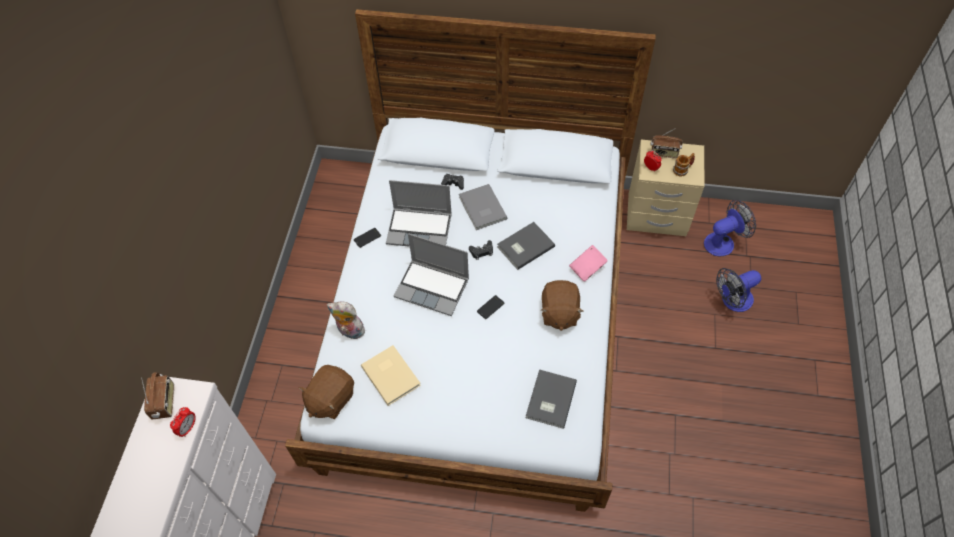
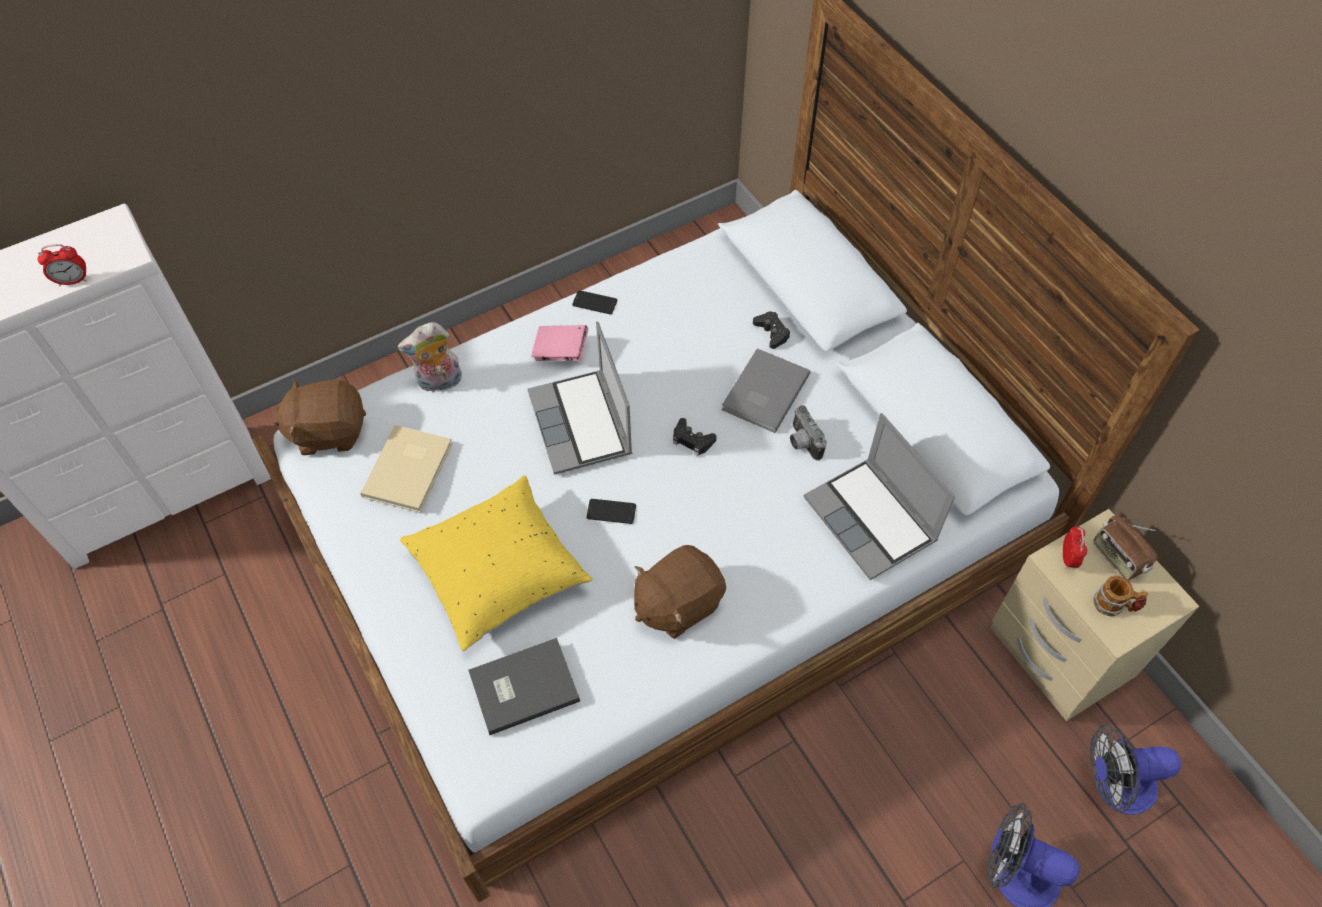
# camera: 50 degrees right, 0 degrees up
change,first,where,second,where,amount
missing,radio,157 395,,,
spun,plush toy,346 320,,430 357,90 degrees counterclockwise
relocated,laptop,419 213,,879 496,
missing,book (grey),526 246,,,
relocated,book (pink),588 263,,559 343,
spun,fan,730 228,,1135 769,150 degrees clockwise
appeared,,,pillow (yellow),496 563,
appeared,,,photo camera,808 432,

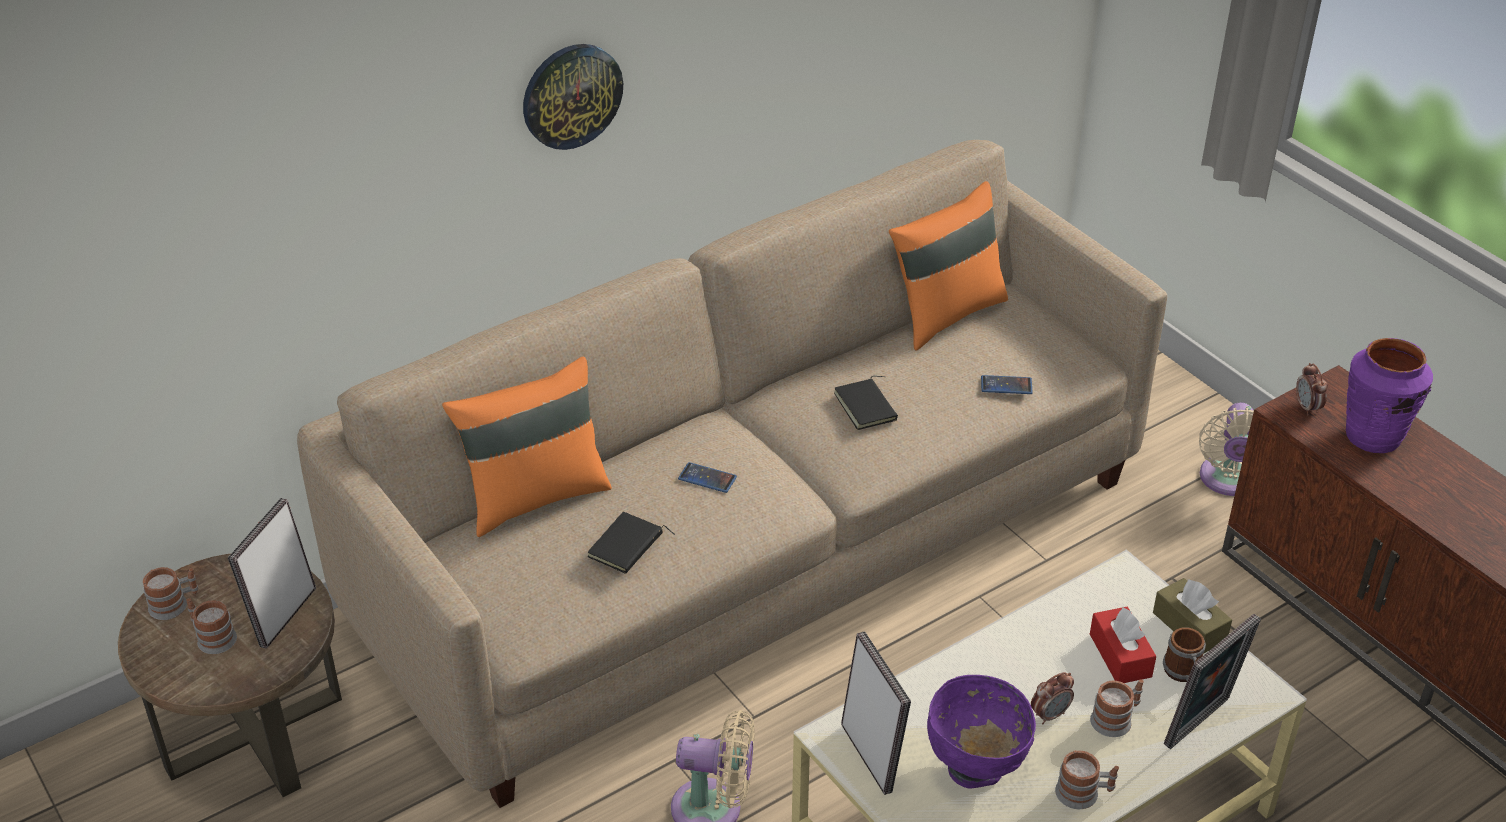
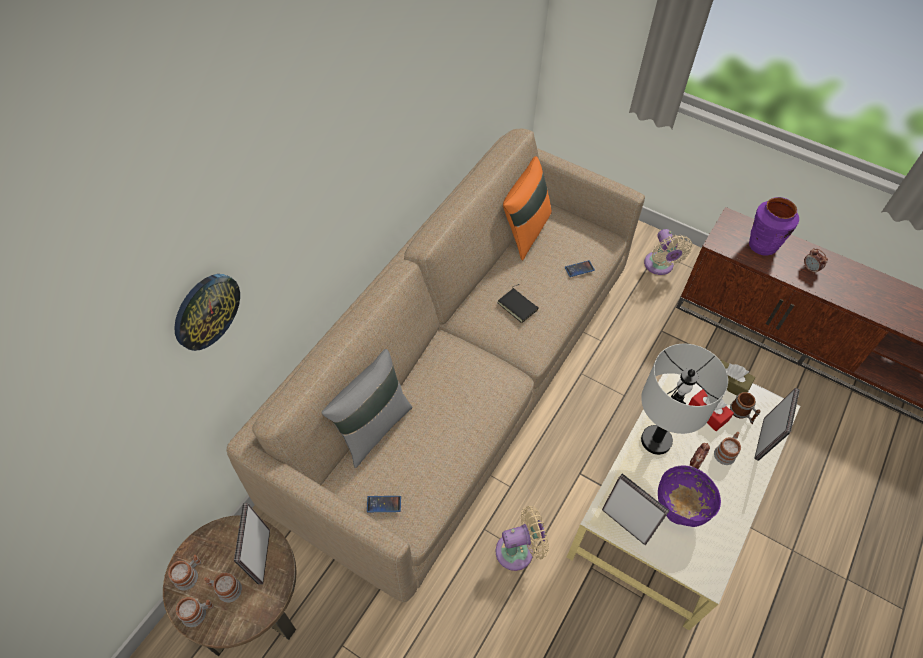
# camera: 25 degrees left, 15 degrees up
change,first,where,second,where,amount
colour,pillow (orange),527 447,pillow (grey),367 408,
relocated,wall clock,573 97,,207 312,
missing,book (black),631 543,,,
relocated,phone,707 477,,384 504,
relocated,mug,1087 779,,194 612,
relocated,alarm clock,1312 389,,816 261,
appeared,,,table lamp (grey),684 399,

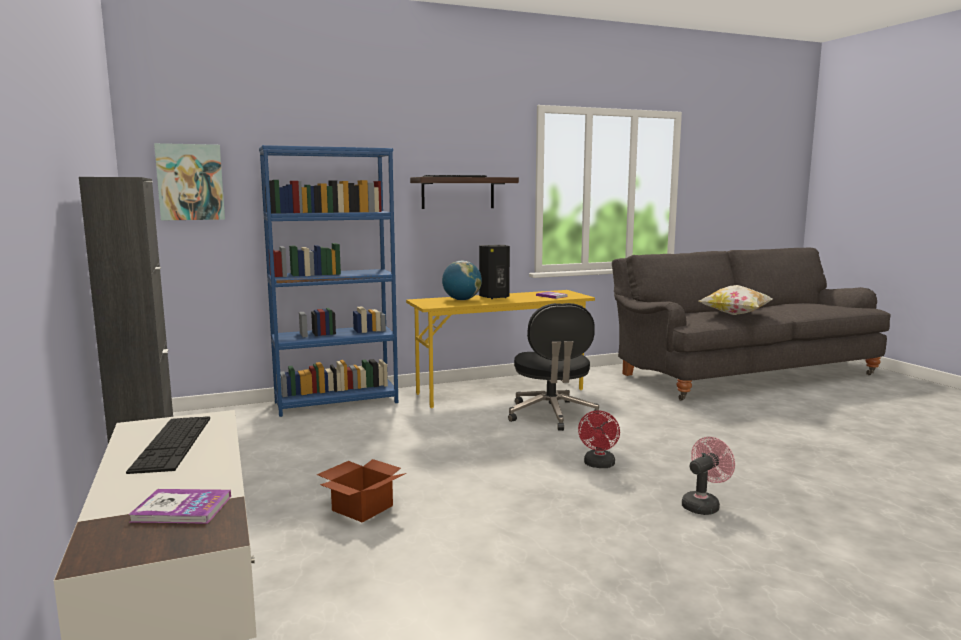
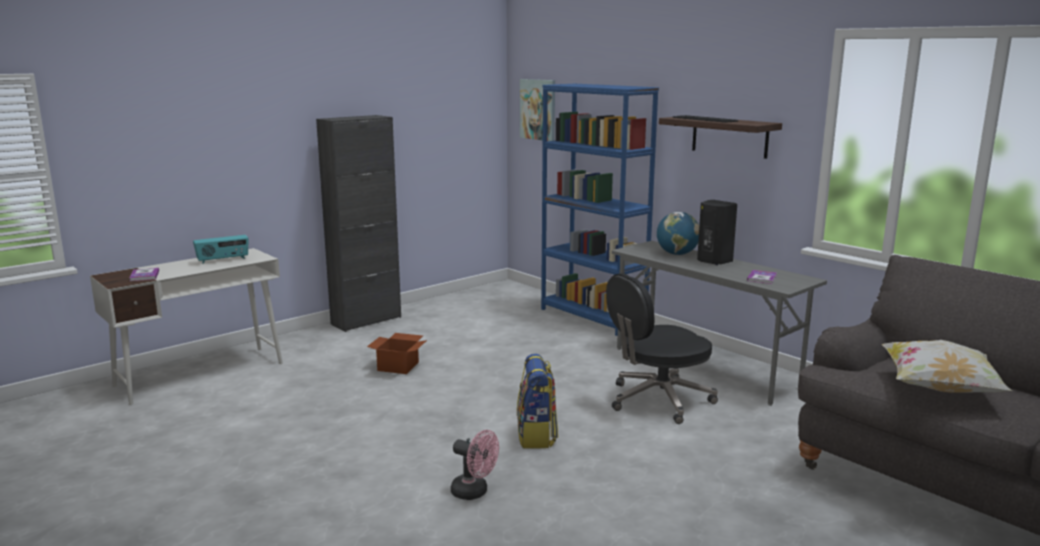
# camera: 70 degrees right, 5 degrees up
change,first,where,second,where,amount
exchanged,keyboard,168 445,radio,220 249,
colour,desk (yellow),500 349,desk (grey),719 323,
exchanged,fan (red),599 439,backpack,537 401,

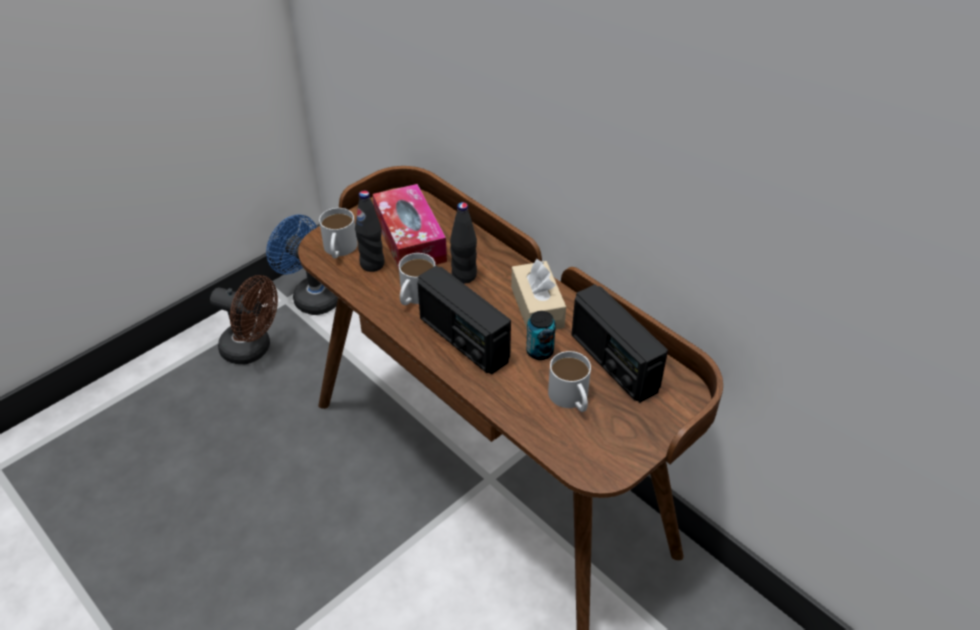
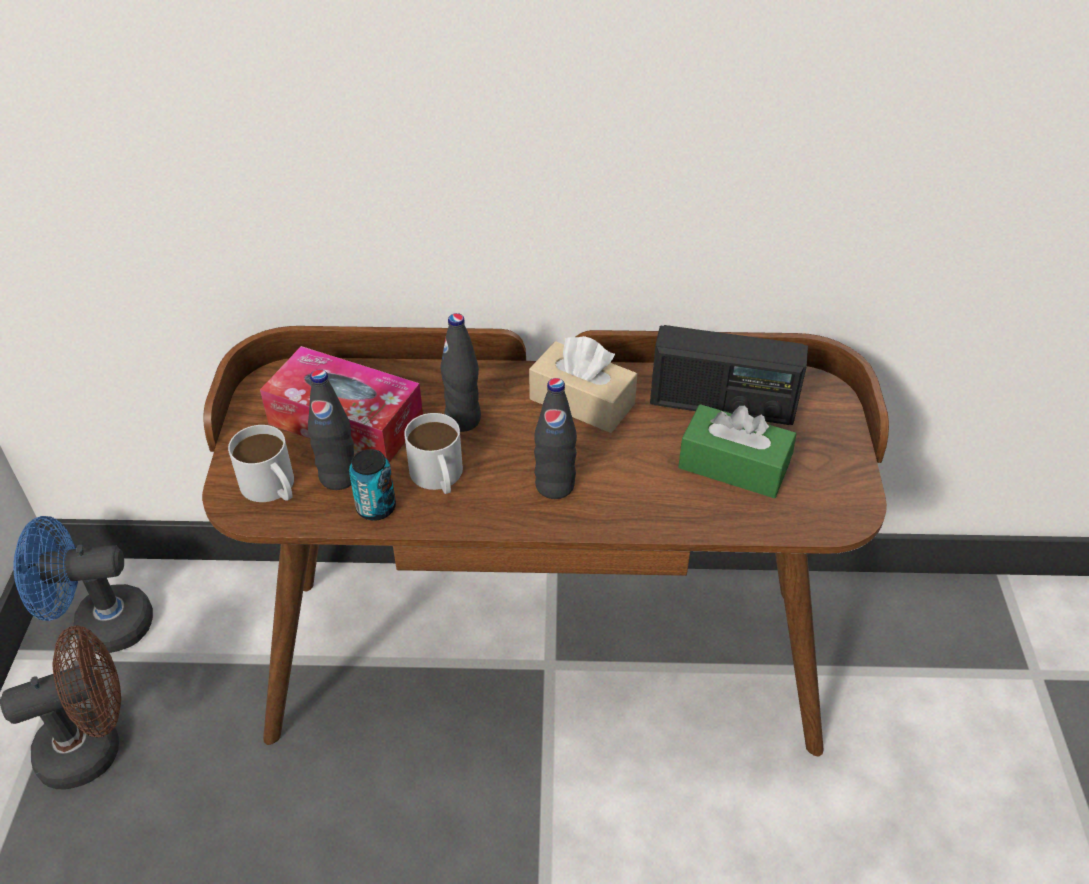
# camera: 45 degrees left, 0 degrees up
change,first,where,second,where,amount
exchanged,radio,464 320,bottle (black),555 438,
relocated,can,541 335,,372 485,
exchanged,mug (white),569 381,tissue box (green),737 451,

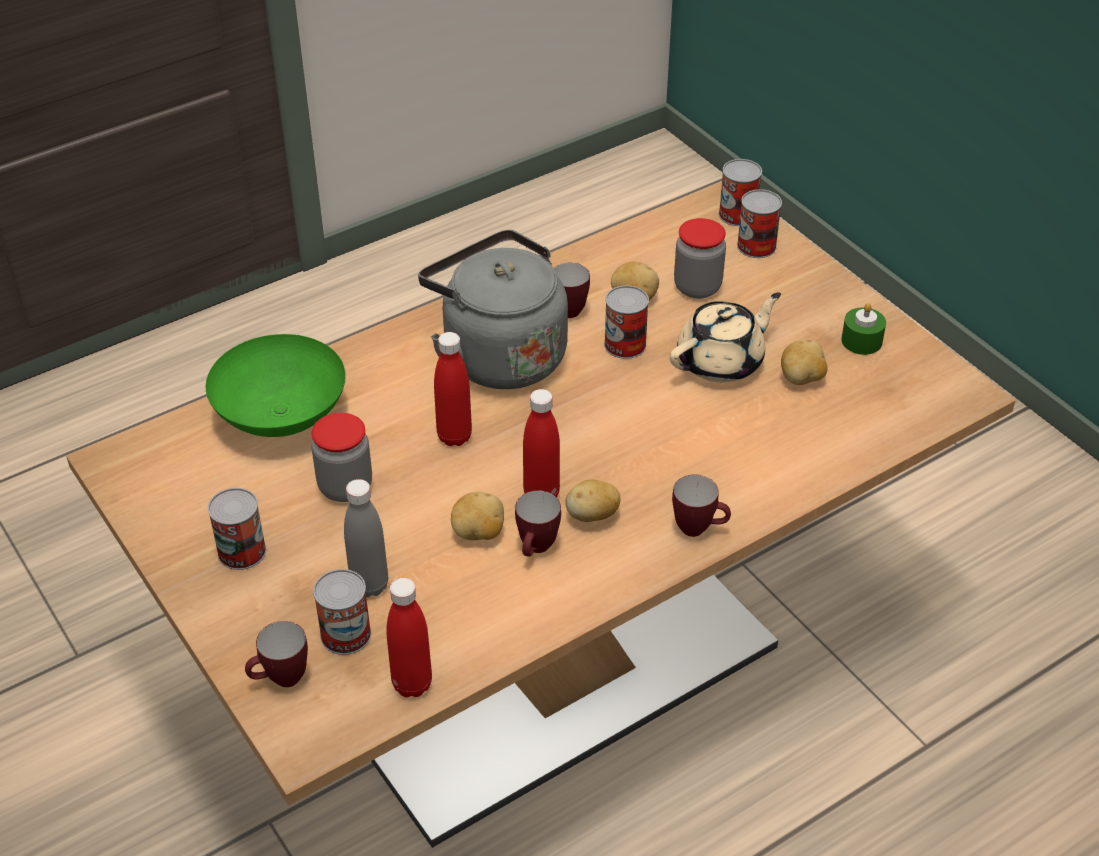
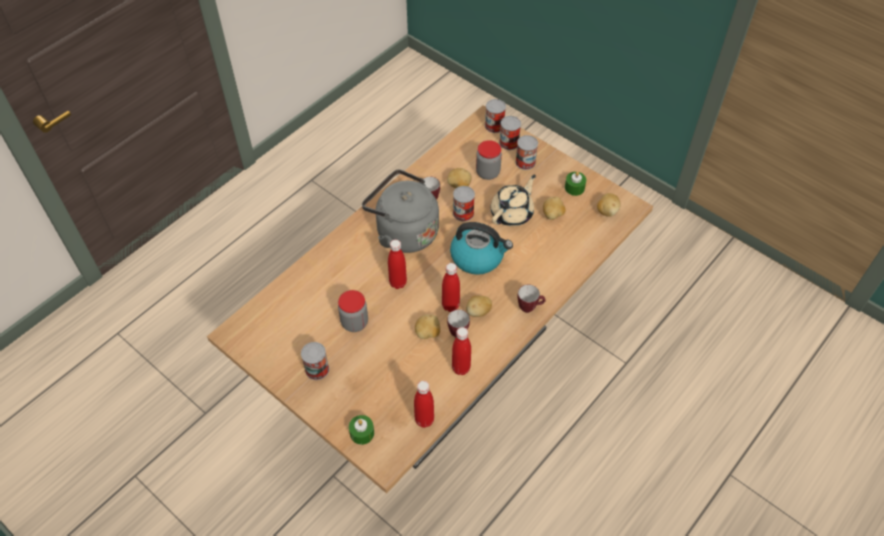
# camera: 15 degrees left, 10 degrees up
change,first,where,second,where,amount
missing,bowl (green),276 385,,,
exchanged,mug,276 654,candle (green),361 430,
relocated,can,342 612,,526 152,
missing,bottle (grey),366 538,,,
appeared,,,kettle,481 248,
appeared,,,bottle (red),461 351,
appeared,,,potato,609 205,

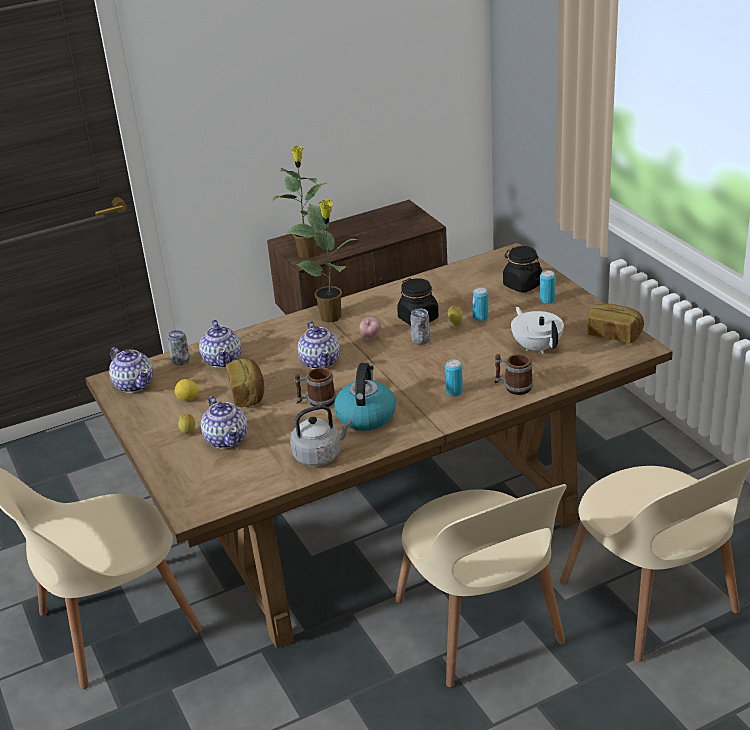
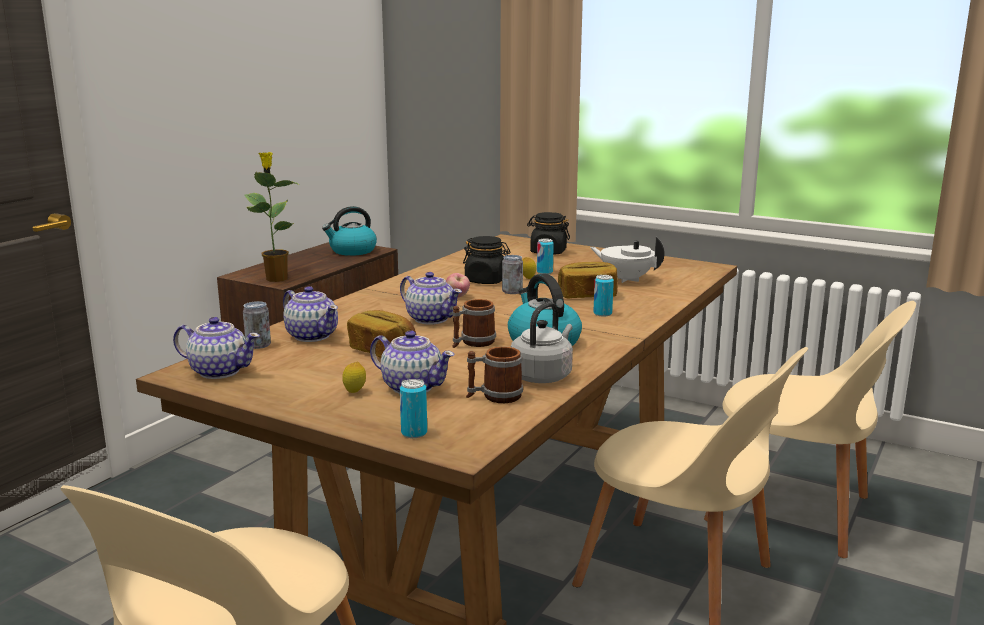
# camera: 35 degrees left, 15 degrees down
change,first,where,second,where,amount
missing,lemon,187 390,,,
missing,potted plant,323 260,,,
relocated,mug,513 374,,494 374,
relocated,can,547 287,,413 408,
relocated,bread,615 324,,588 280,
appeared,,,kettle,349 231,

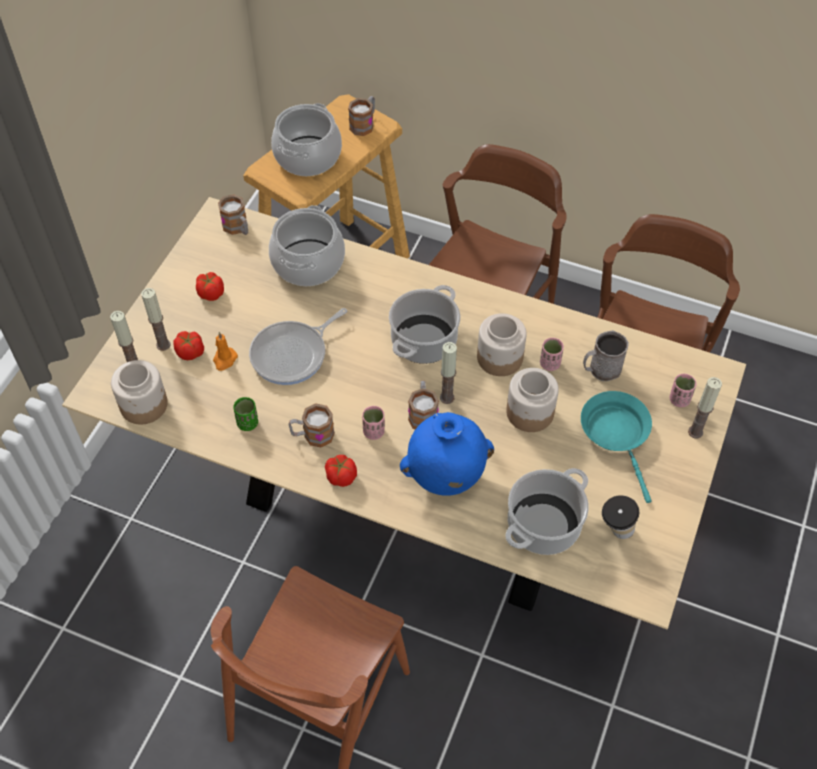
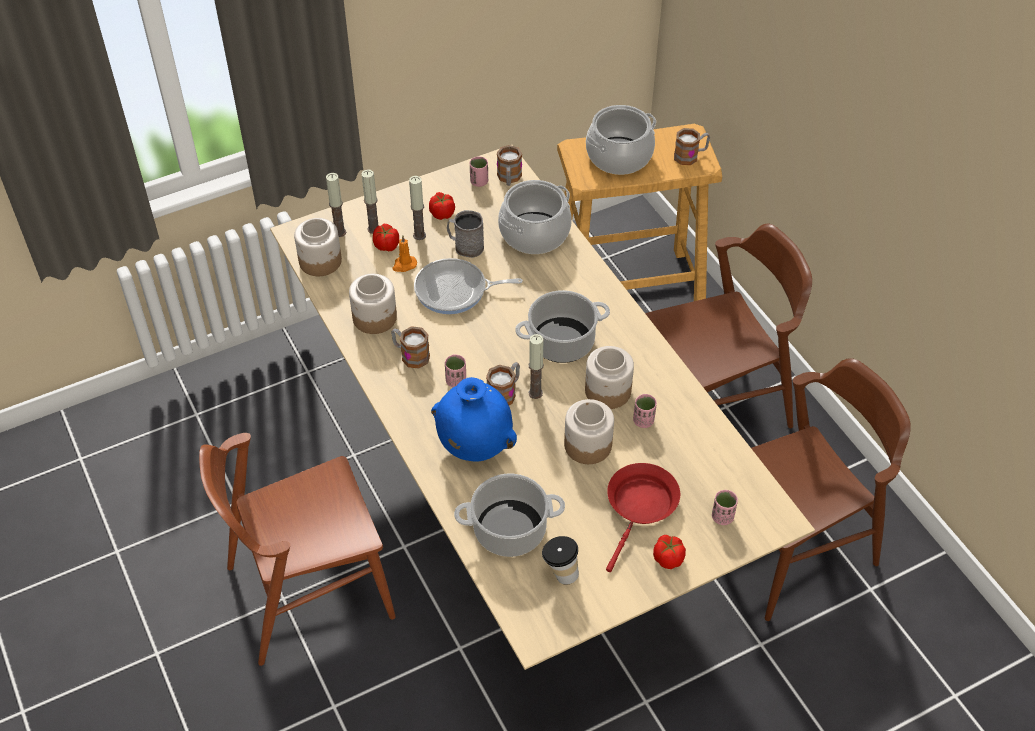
# camera: 40 degrees right, 5 degrees down
change,first,where,second,where,amount
exchanged,cup (green),245 414,jar,373 304,
relocated,tomato,341 471,,669 552,
colour,frying pan (turquoise),616 447,frying pan (red),643 517,
relocated,mug (grey),606 355,,465 234,
relocated,candle,705 407,,417 208,
appeared,,,cup (pink),479 171,

